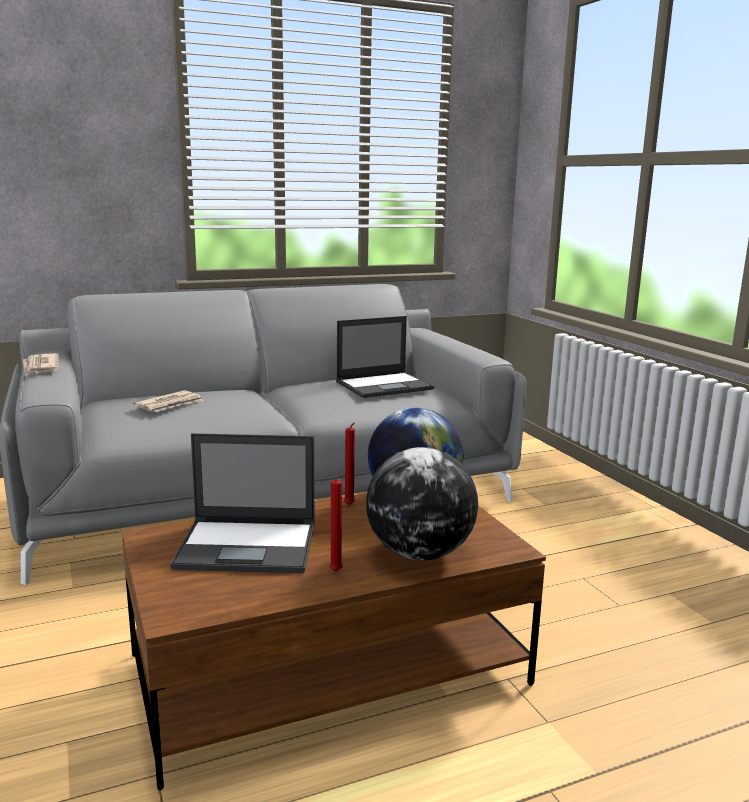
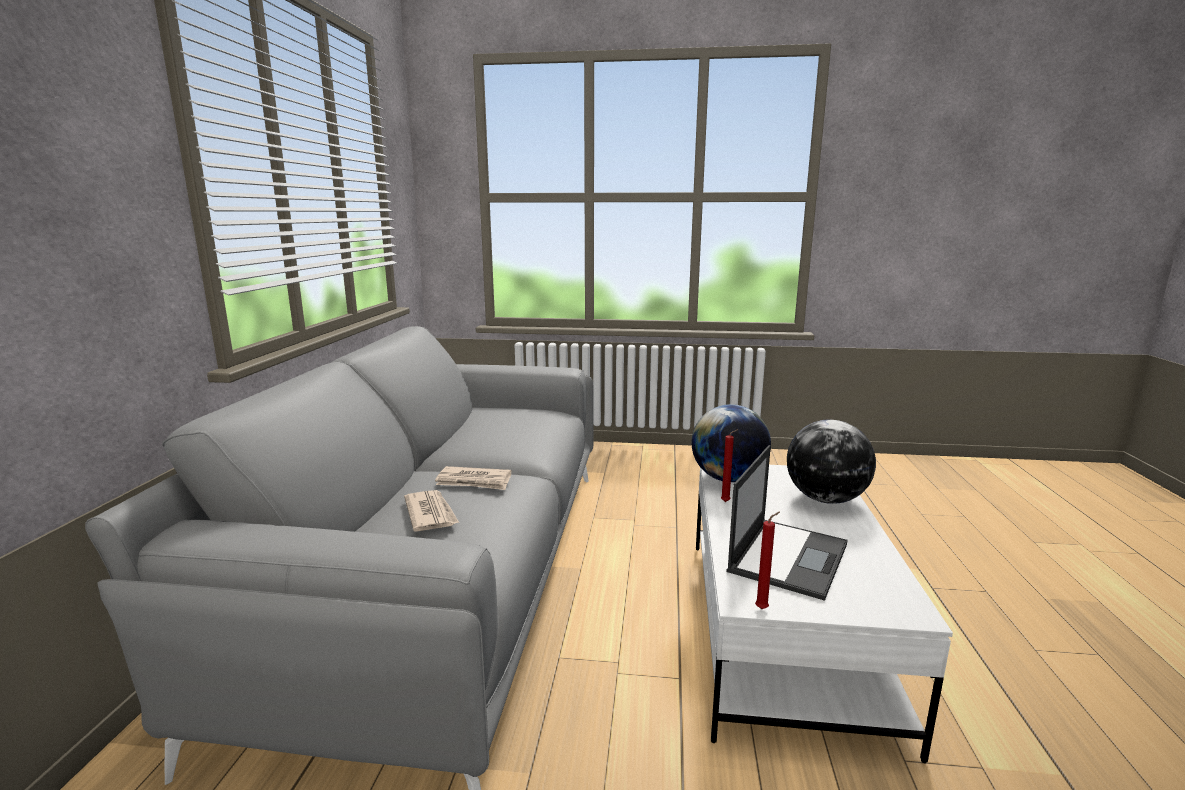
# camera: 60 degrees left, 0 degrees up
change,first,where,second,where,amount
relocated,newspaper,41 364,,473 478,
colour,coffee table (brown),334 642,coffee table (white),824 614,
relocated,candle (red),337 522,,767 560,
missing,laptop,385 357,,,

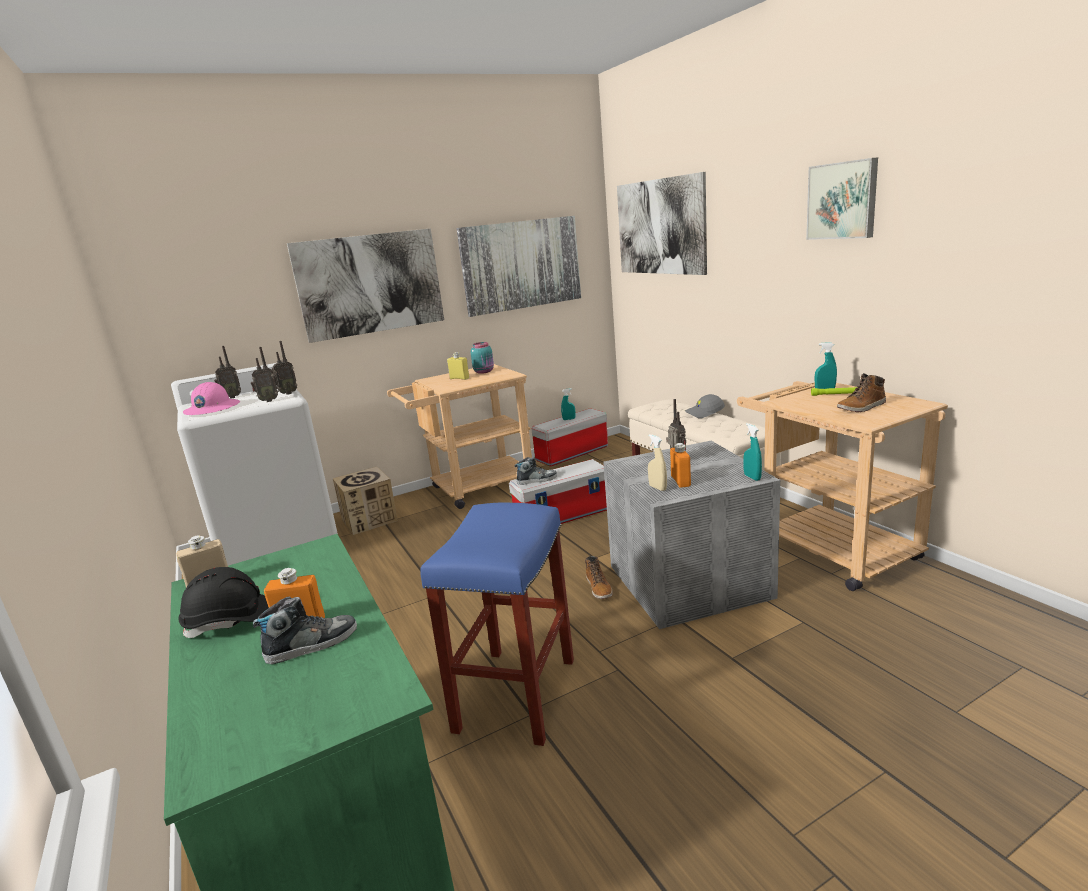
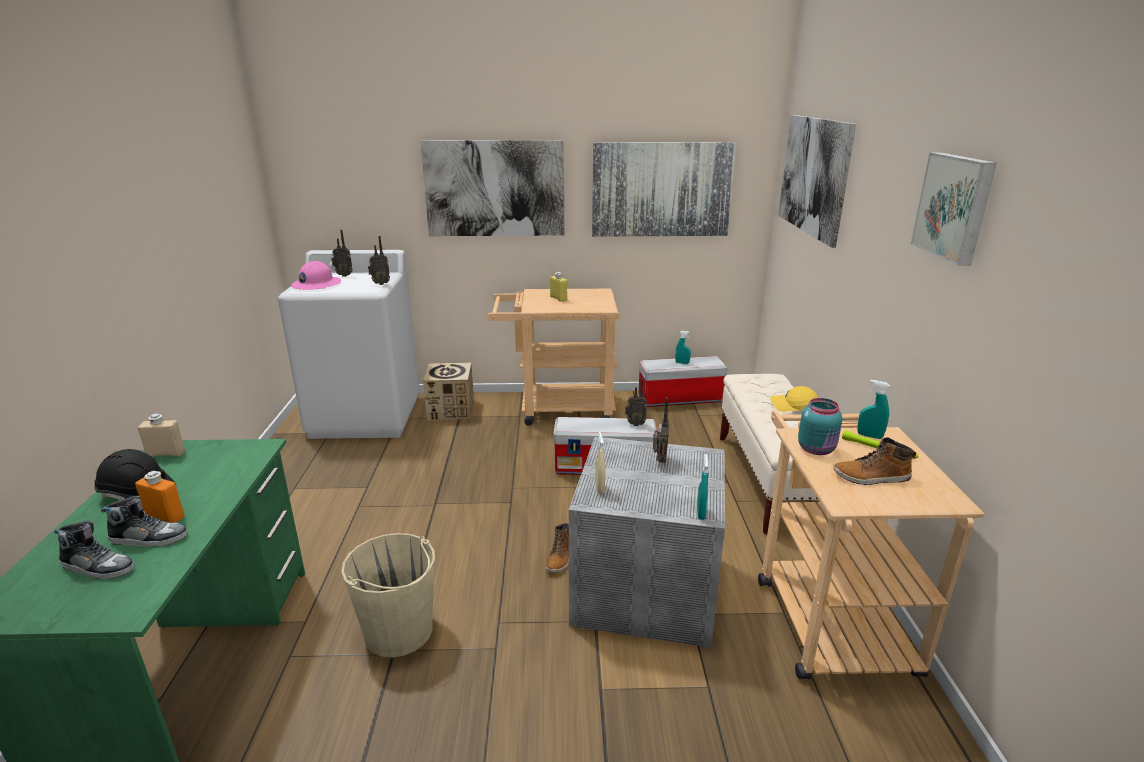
# camera: 25 degrees right, 5 degrees up
change,first,where,second,where,amount
relocated,radio,264 374,,636 402,
exchanged,stool (blue),497 624,bucket (beige),388 595,
relocated,jar (turquoise),482 358,,820 426,
relocated,shoe,535 471,,94 550,
missing,bottle (orange),680 465,,,
colour,cap (grey),705 406,cap (yellow),794 399,

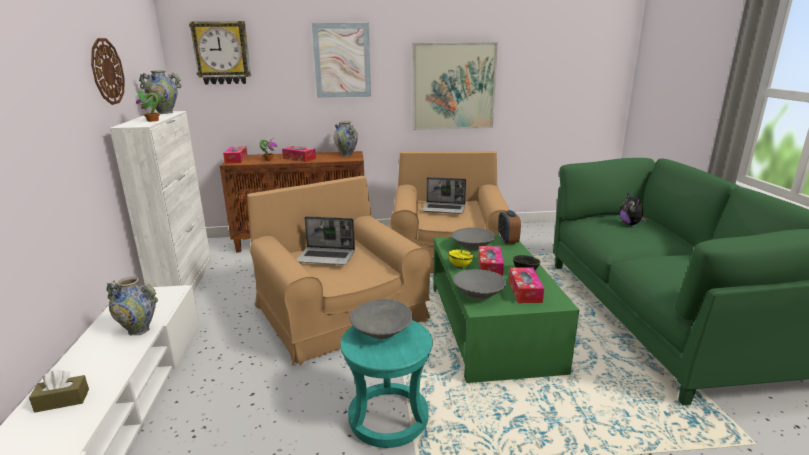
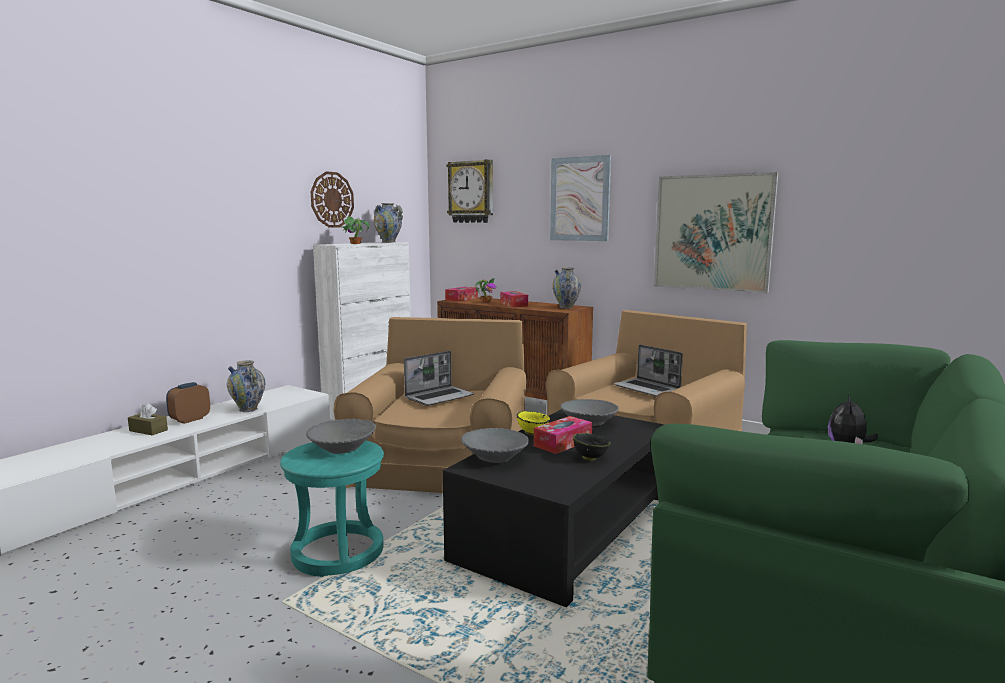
# camera: 40 degrees right, 10 degrees down
change,first,where,second,where,amount
spun,laptop,325 240,,439 378,90 degrees counterclockwise
colour,coffee table (green),506 309,coffee table (black),553 508,
relocated,alarm clock,509 227,,188 403,
missing,tissue box,526 285,,,

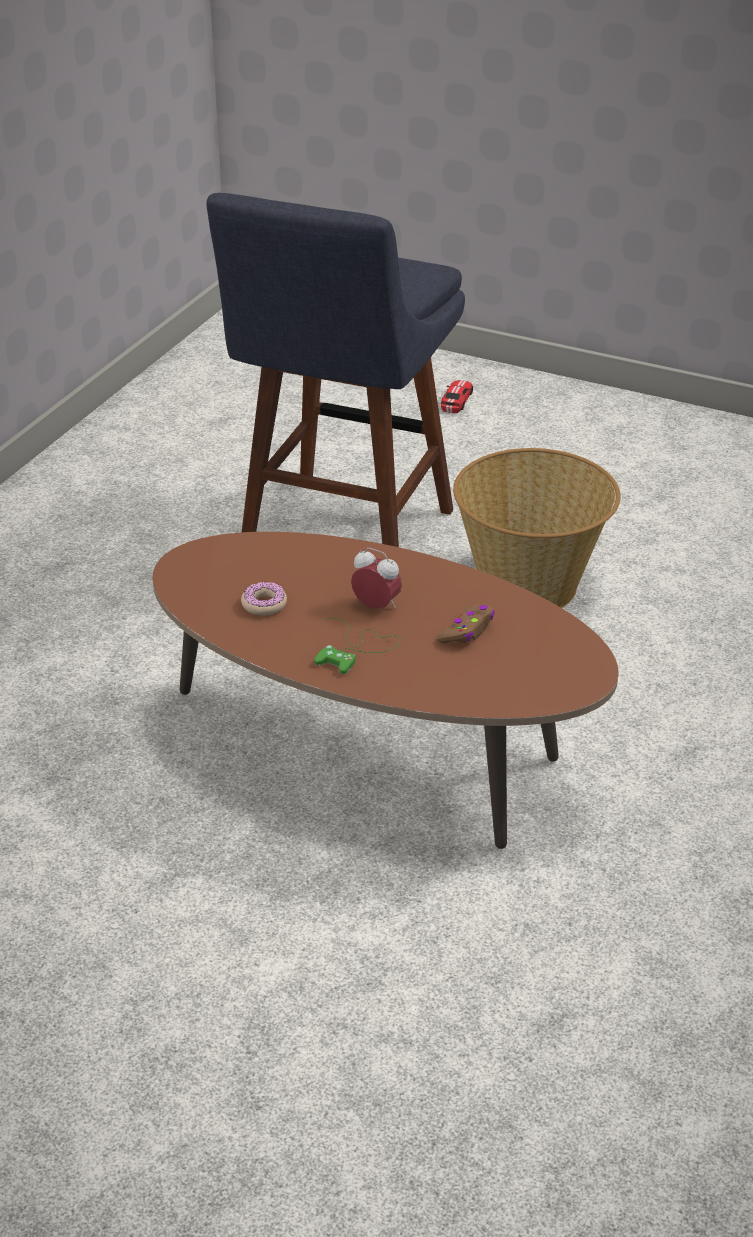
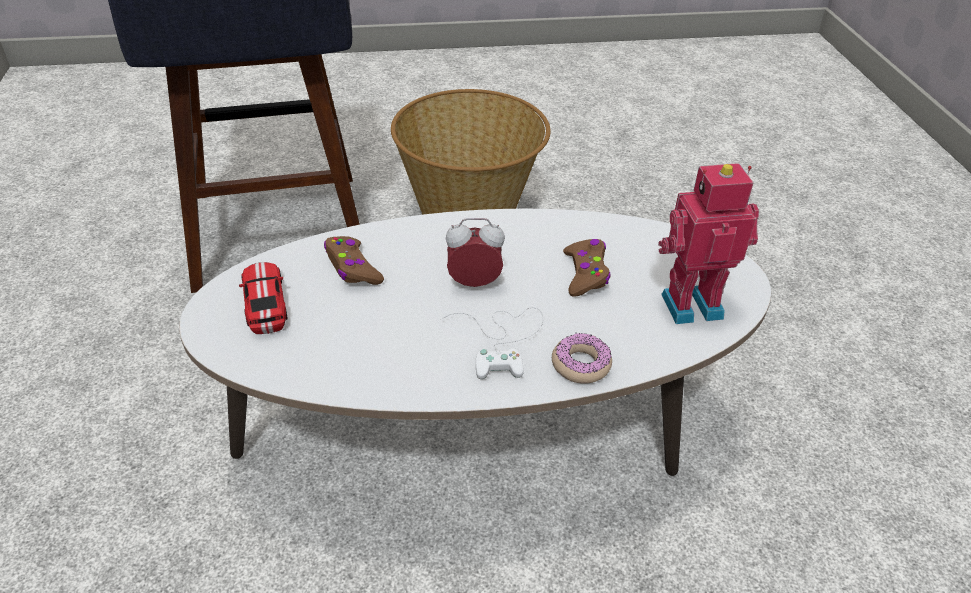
# camera: 35 degrees left, 5 degrees up
change,first,where,second,where,amount
colour,coffee table (brown),385 690,coffee table (white),475 342,
relocated,donut,264 599,,582 358,
colour,game controller (green),357 646,game controller (white),492 343,
relocated,toy car,457 396,,263 298,
appeared,,,game controller (brown),354 260,
appeared,,,toy robot,708 243,

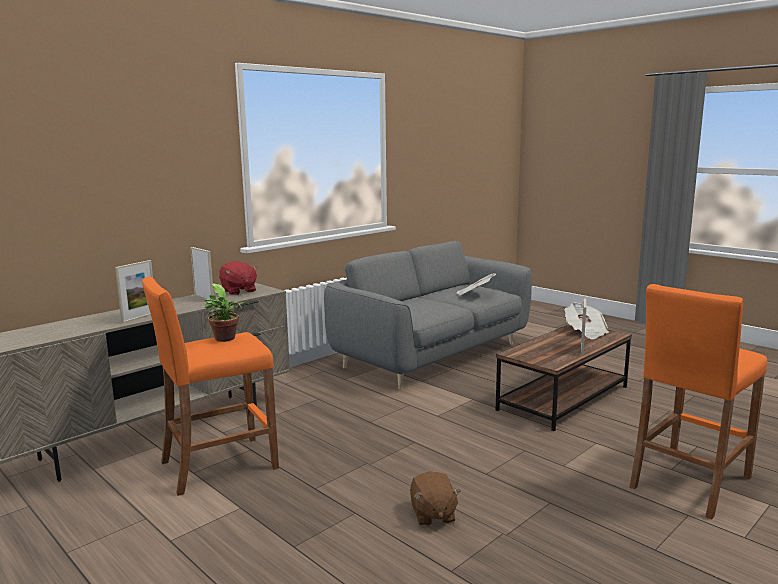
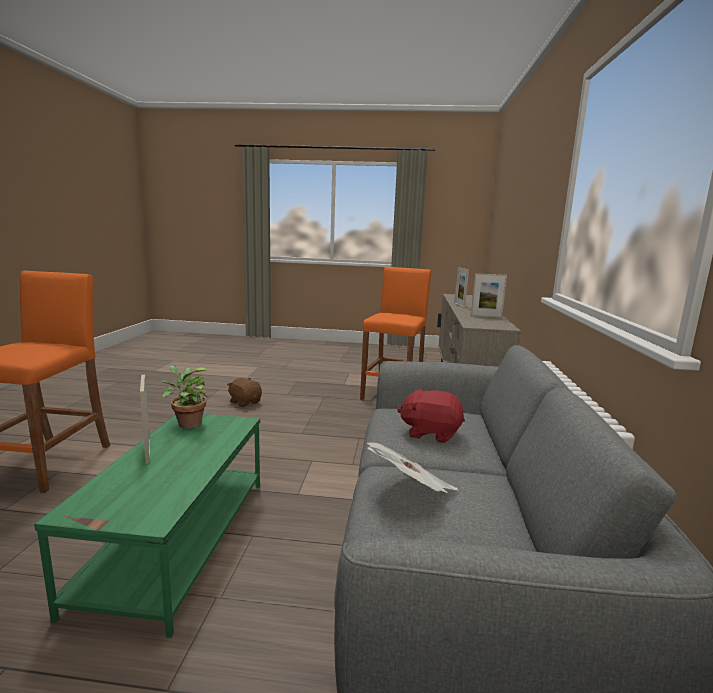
# camera: 140 degrees right, 0 degrees up
change,first,where,second,where,amount
relocated,potted plant,226 312,,185 396,
relocated,plush toy (red),238 278,,431 415,
colour,coffee table (brown),564 377,coffee table (green),147 526,
missing,newspaper,587 320,,,

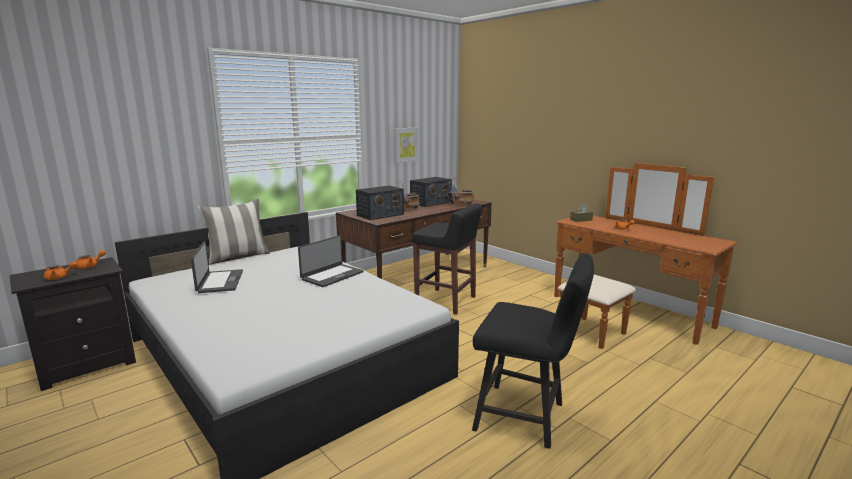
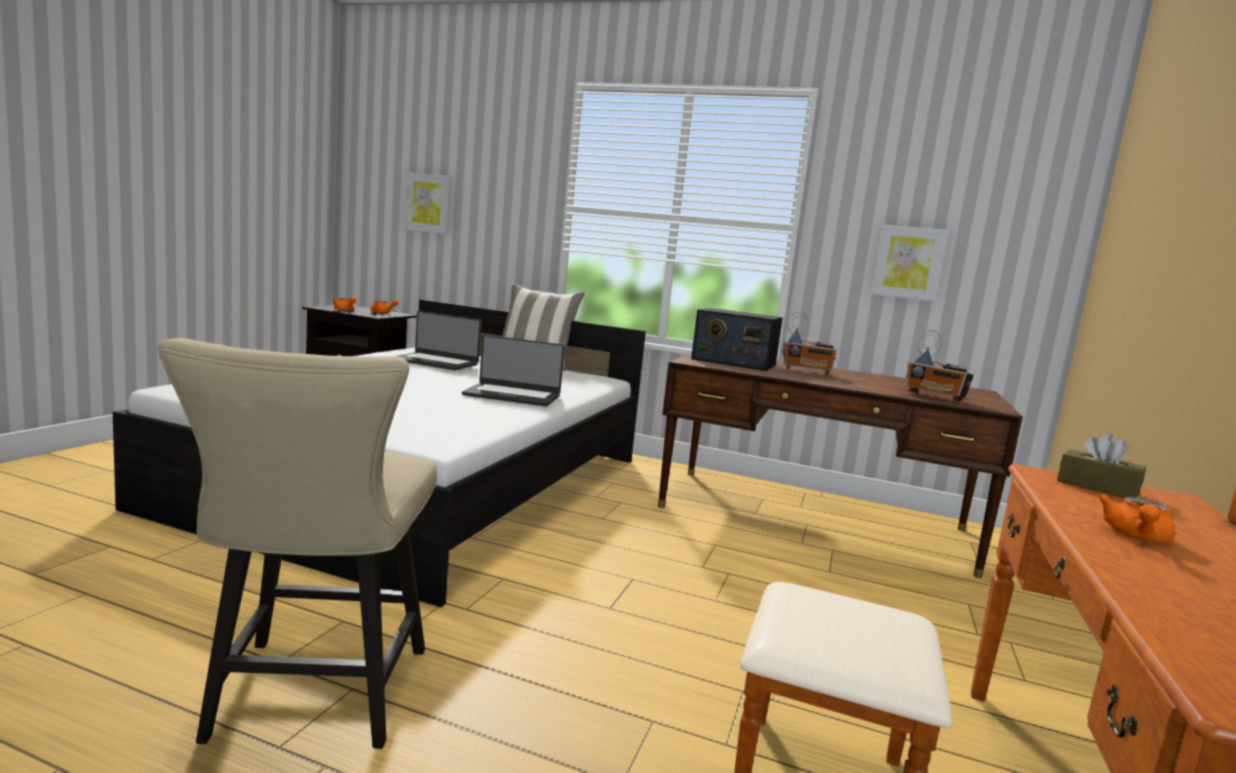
# camera: 60 degrees right, 5 degrees down
change,first,where,second,where,amount
spun,laptop,217 267,,439 340,60 degrees clockwise
missing,radio,431 192,,,
missing,stool (black),447 258,,,
colour,chair (black),533 351,chair (beige),297 543,
appeared,,,picture,428 203,

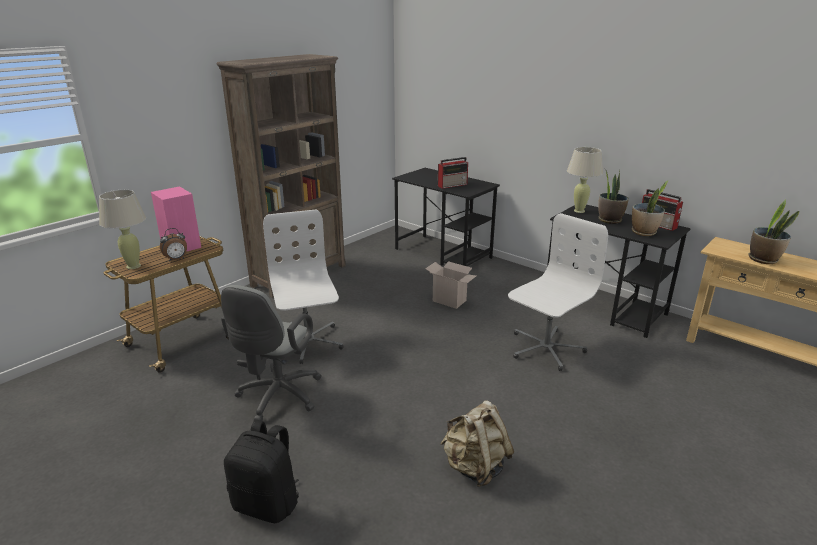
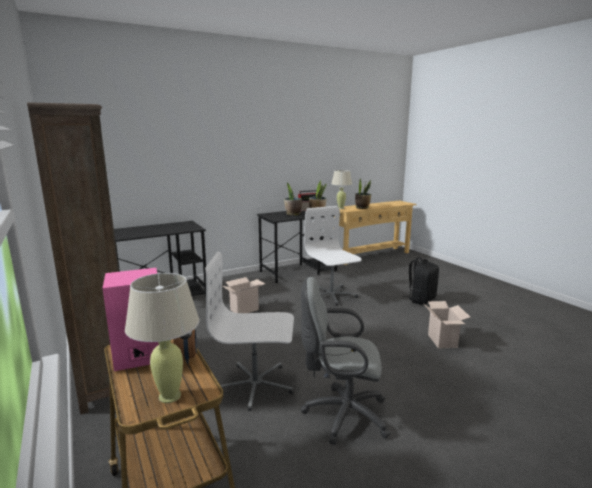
# camera: 70 degrees left, 10 degrees down
change,first,where,second,where,amount
spun,office chair (grey),271 353,,346 361,150 degrees clockwise
relocated,backpack (black),261 471,,420 281,
missing,radio,453 173,,,
exchanged,backpack (beige),477 443,cardboard box,447 324,
relocated,table lamp (beige),585 180,,341 189,

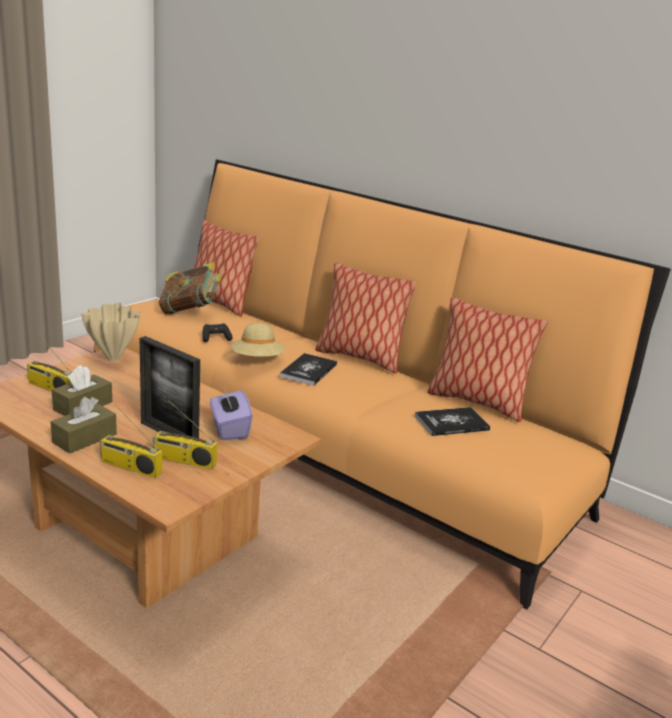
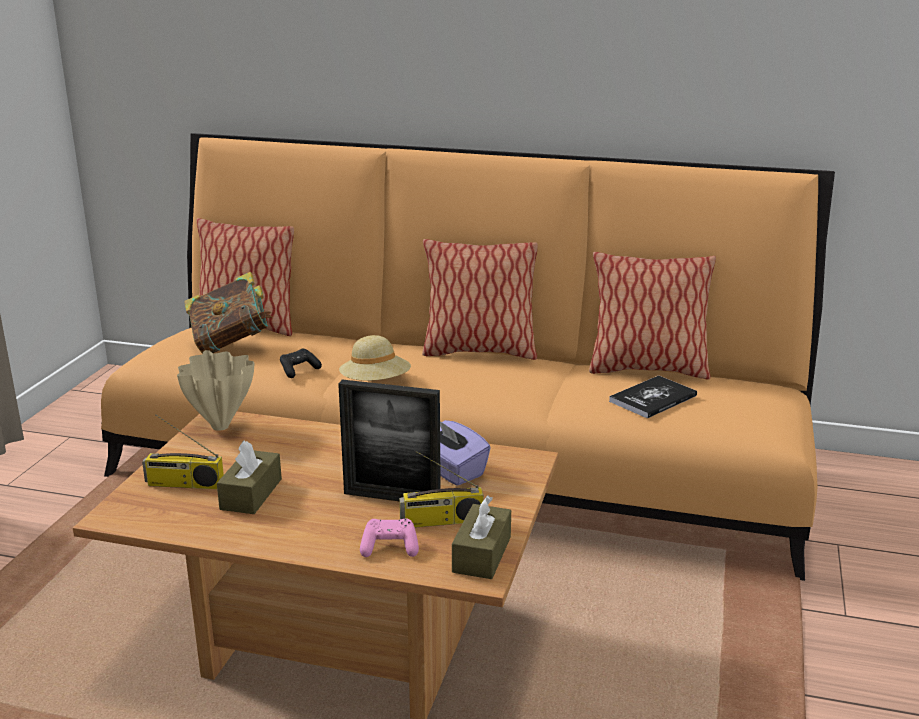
# camera: 20 degrees left, 0 degrees up
change,first,where,second,where,amount
relocated,tissue box (brown),84 425,,481 537,
exchanged,radio,131 441,game controller (pink),389 537,
missing,book,308 369,,,

